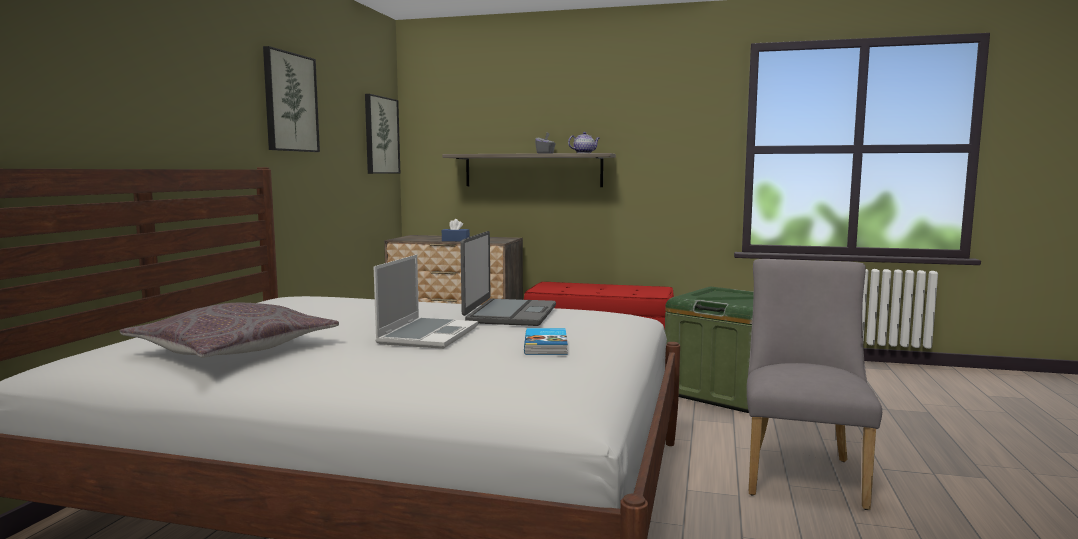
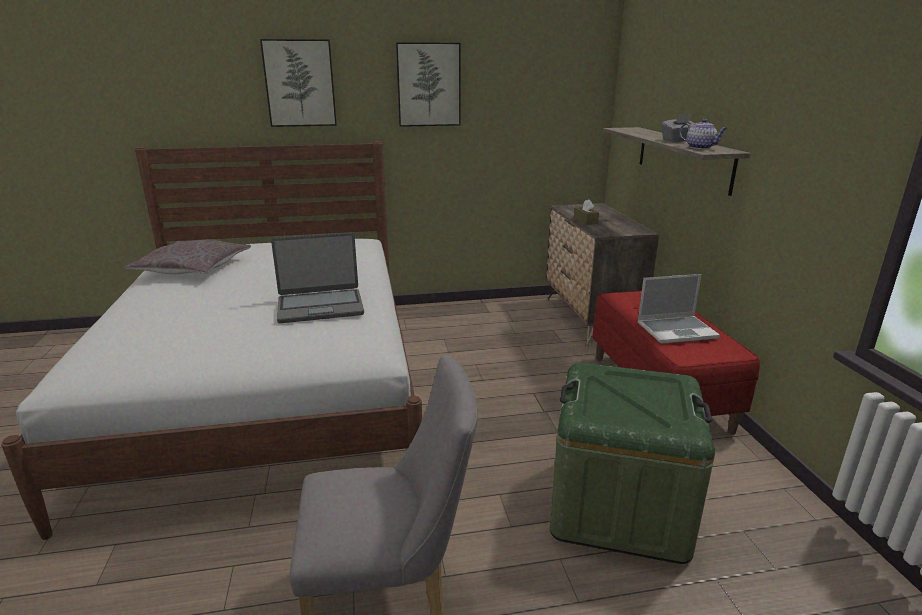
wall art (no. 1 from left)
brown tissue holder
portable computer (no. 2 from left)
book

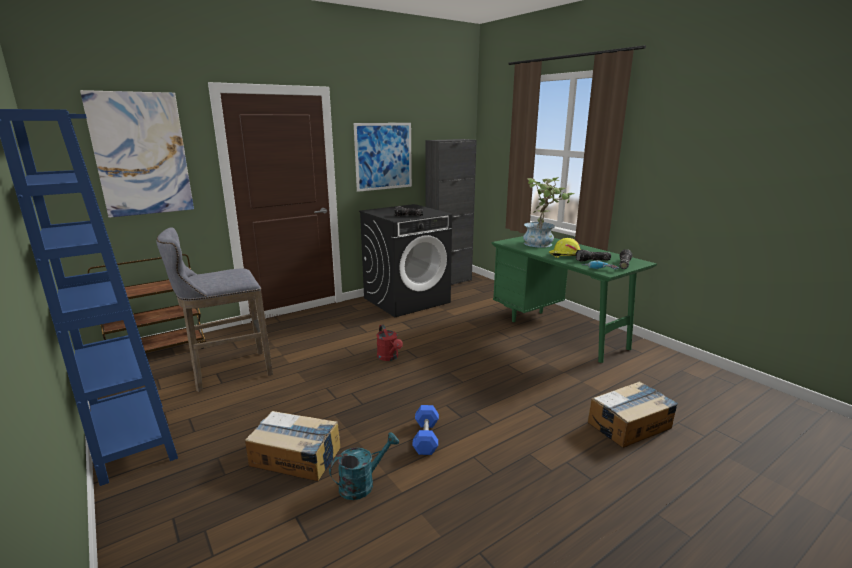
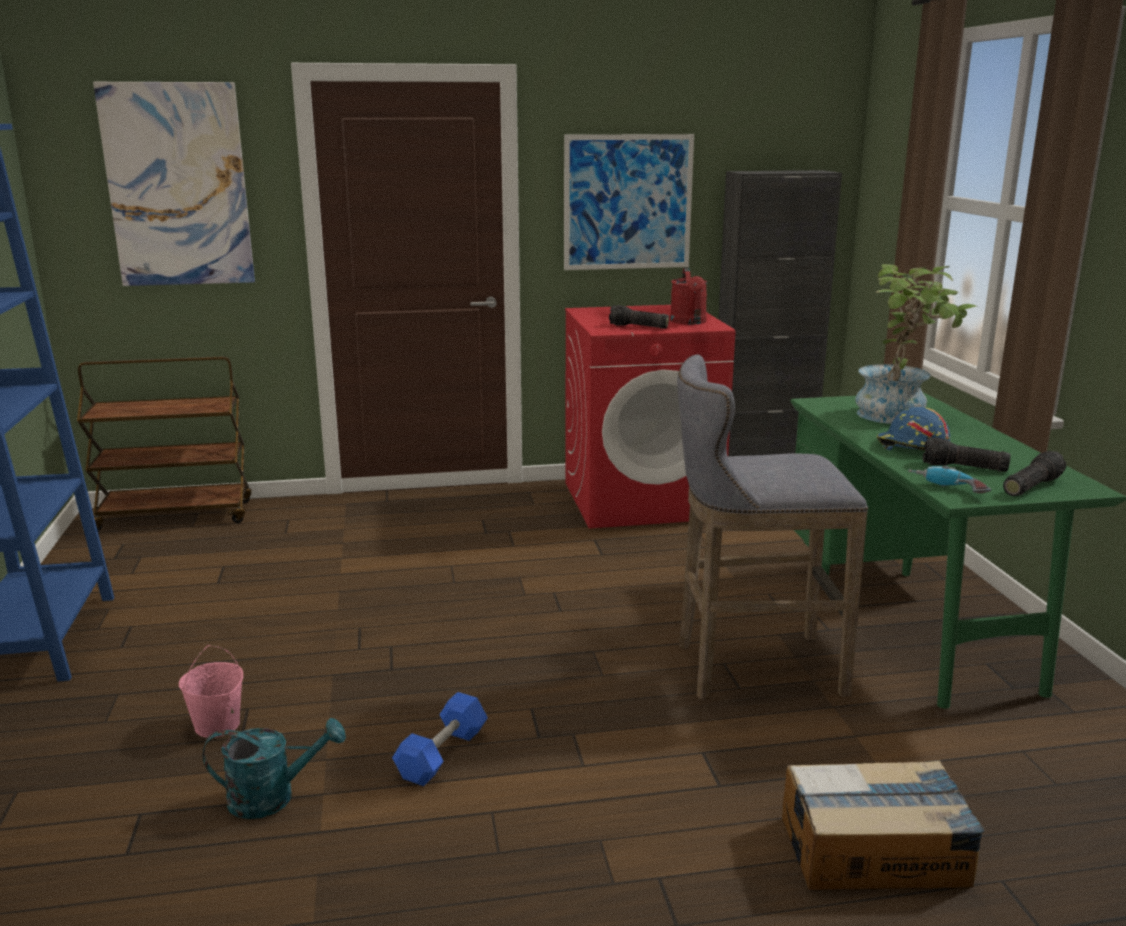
reddish washing machine
grey stool
blue-coloured work helmet
reddish watering pot
pink water bucket

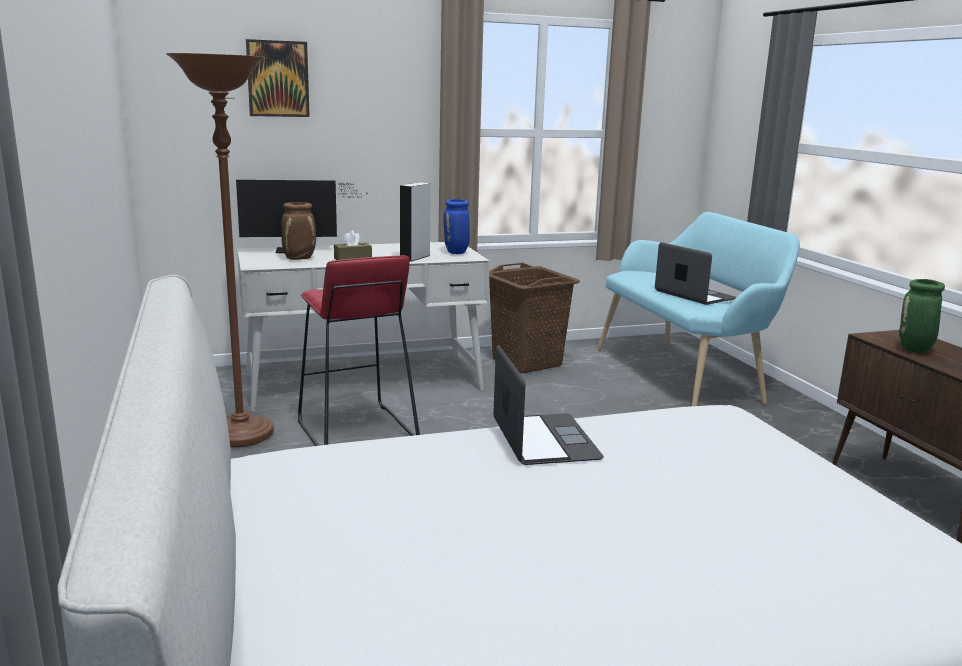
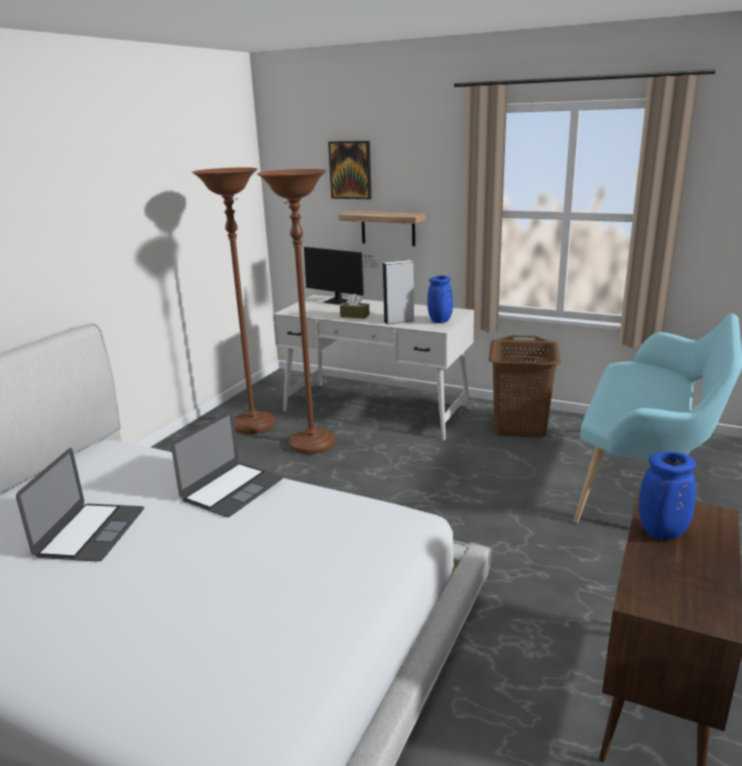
brown flower vase
portable computer (no. 1 from left)
brown floor lamp (no. 2 from left)
blue-coloured flower vase (no. 2 from left)
shelf

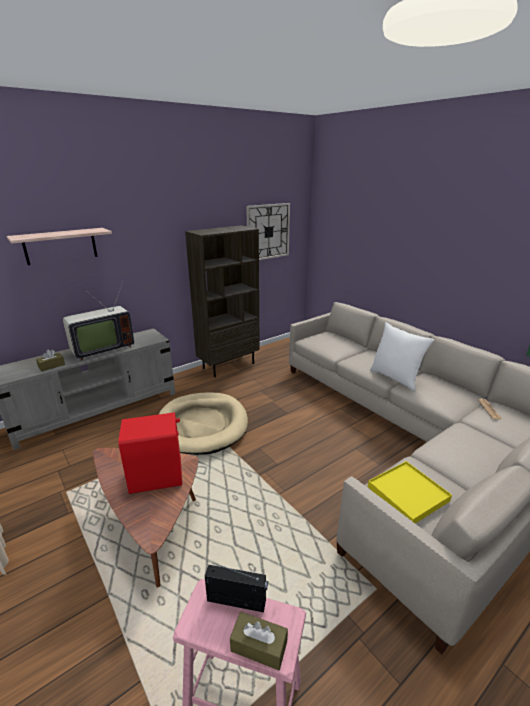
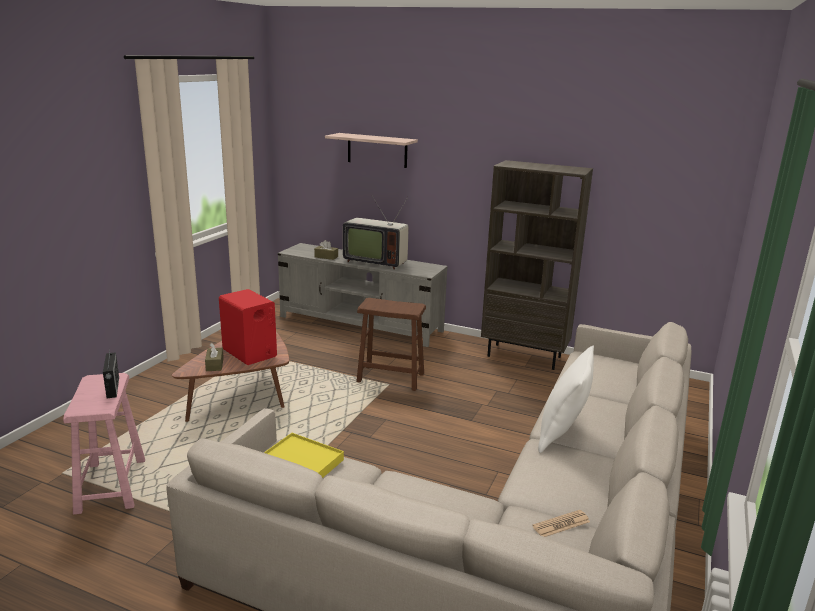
wall clock
brown stool
brown tissue holder (no. 1 from left)

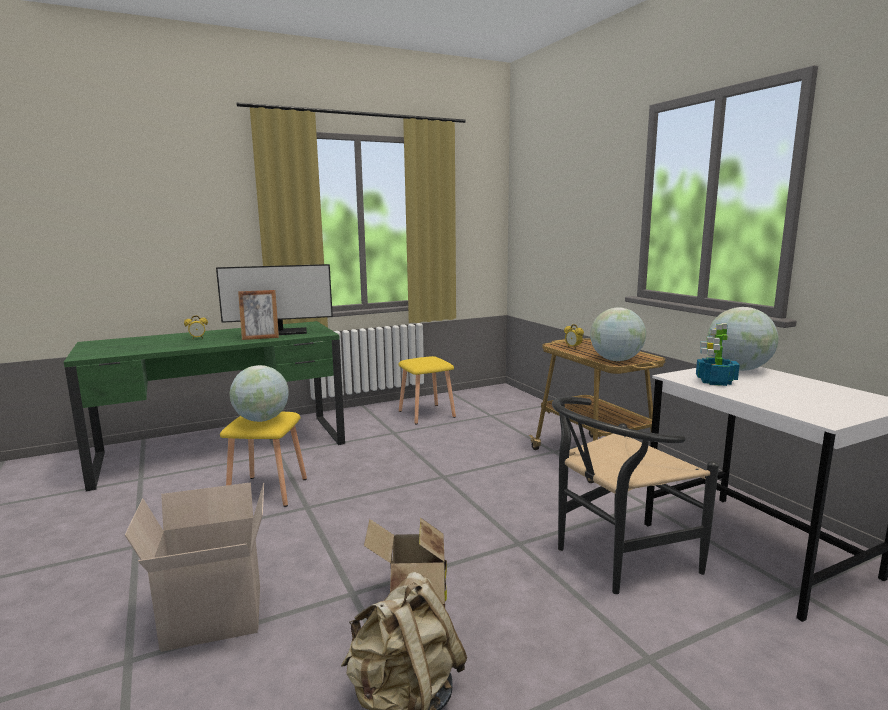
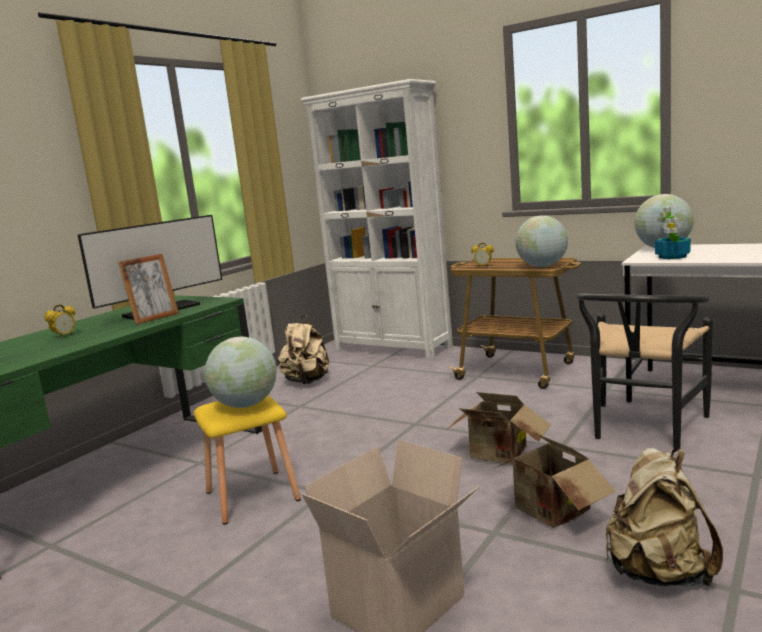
beige-coloured knapsack (no. 1 from left)
whitish bookshelf
carton (no. 2 from left)

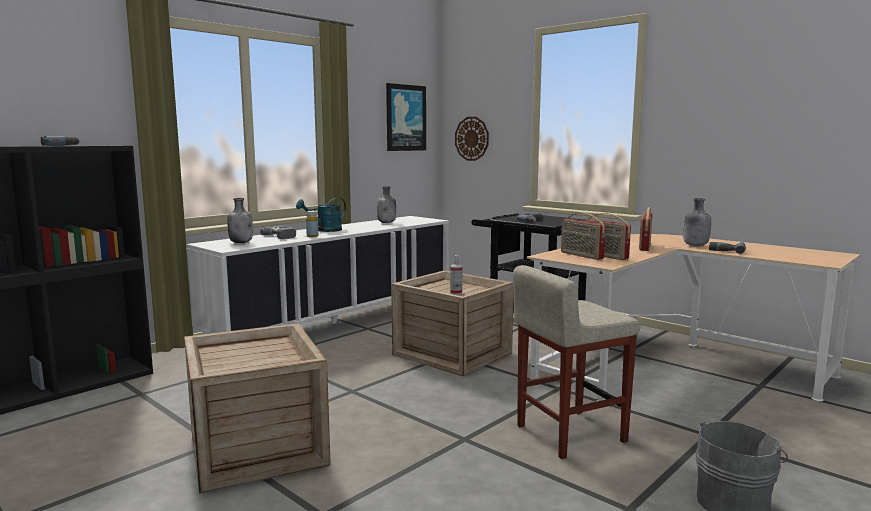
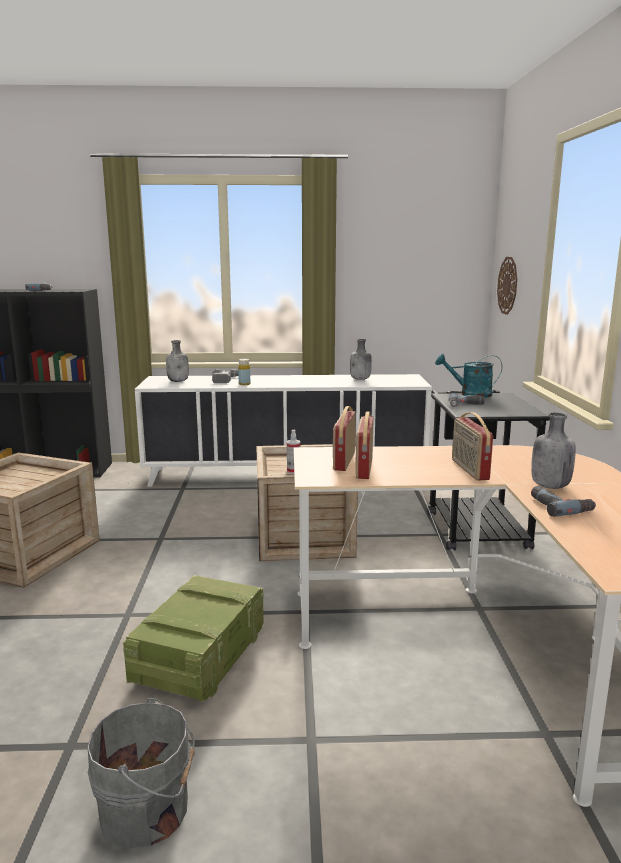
wall art
blue-green watering pot
radio set (no. 3 from left)
shipping crate (no. 2 from left)

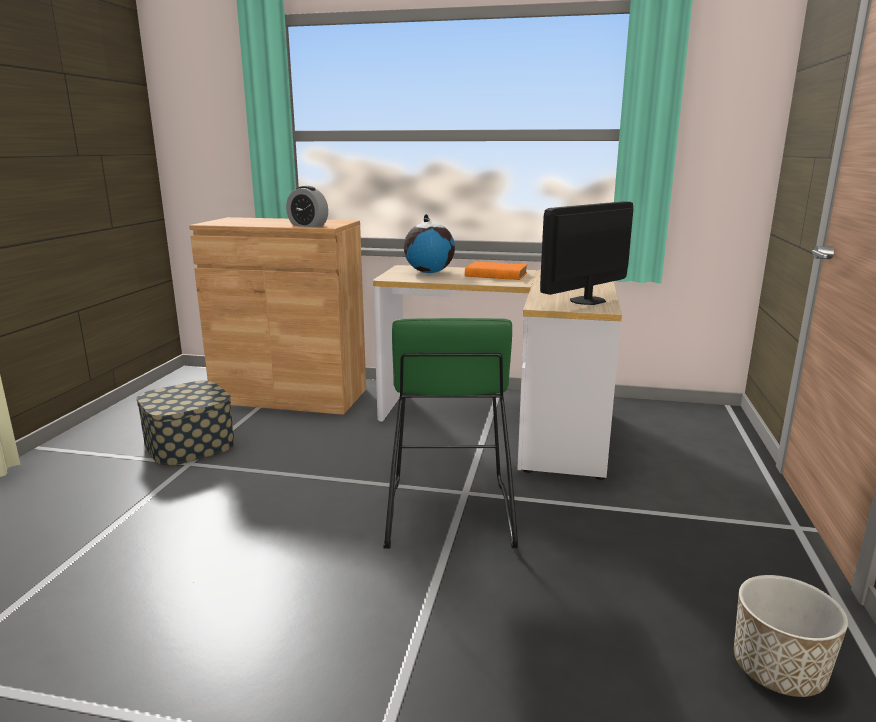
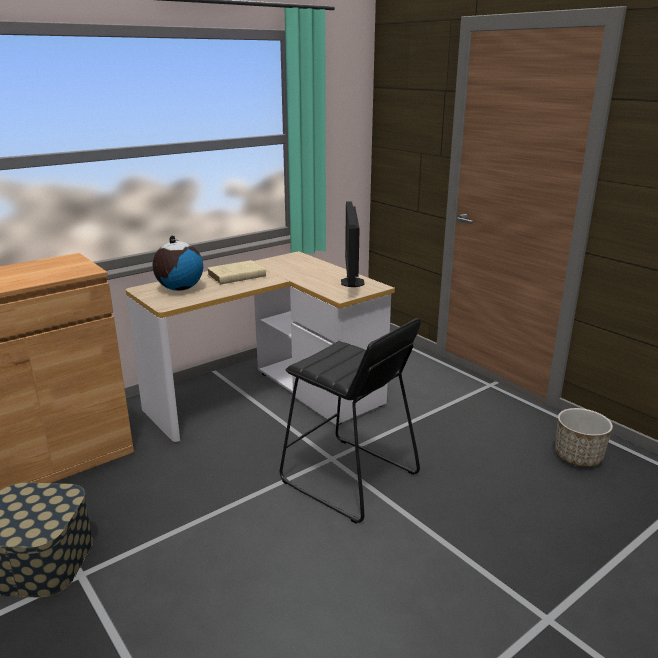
table clock
beige-coloured book
black-coloured stool

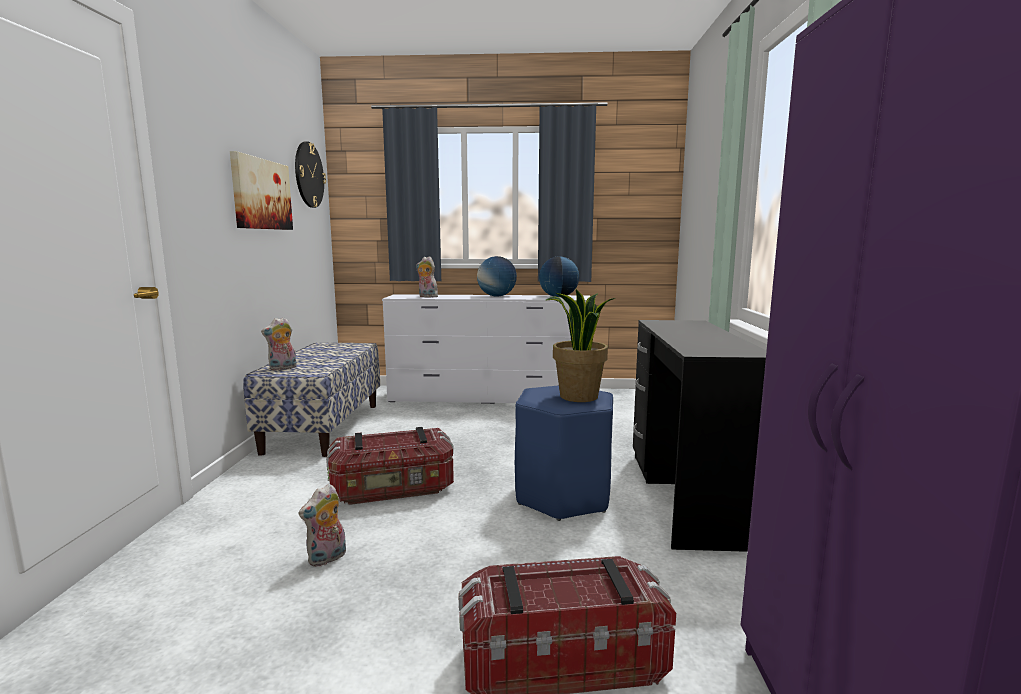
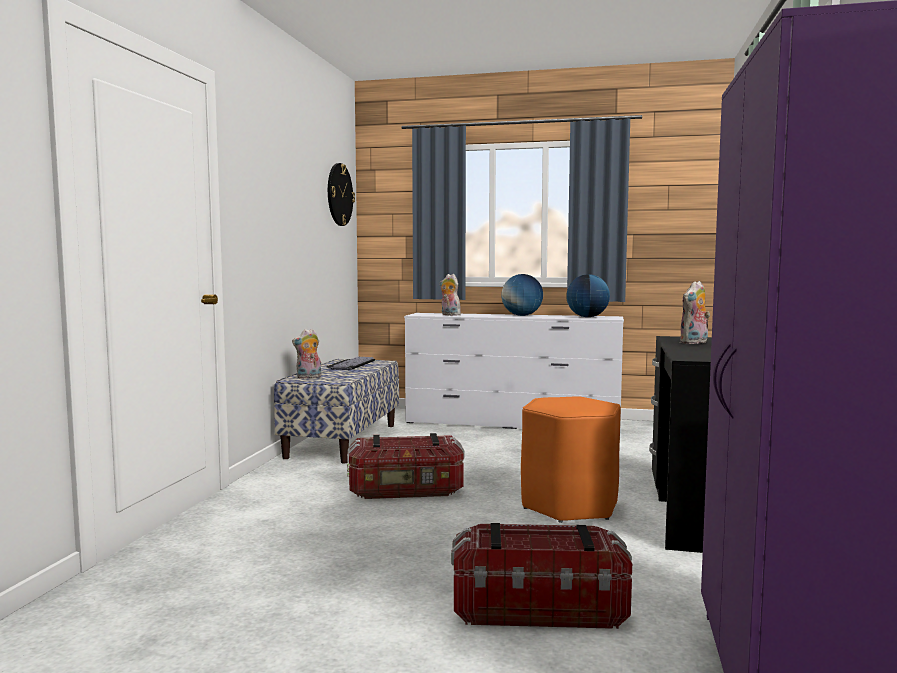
wall art
potted plant
orange stool
soft toy (no. 3 from left)
PC keyboard

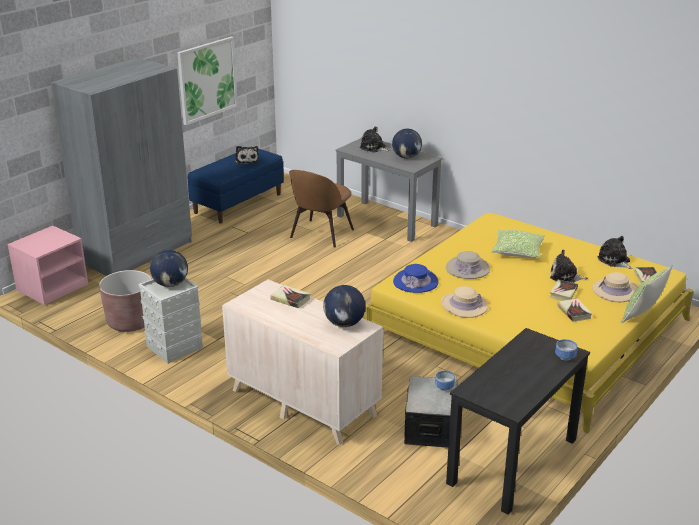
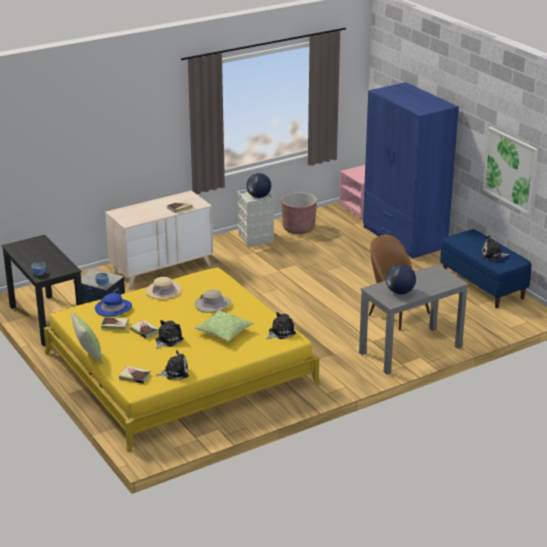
blue-coloured wardrobe
soft toy (no. 3 from left)
blue-coloured wearable hat
beige-coloured wearable hat (no. 3 from left in the first image)
globe (no. 2 from left in the first image)

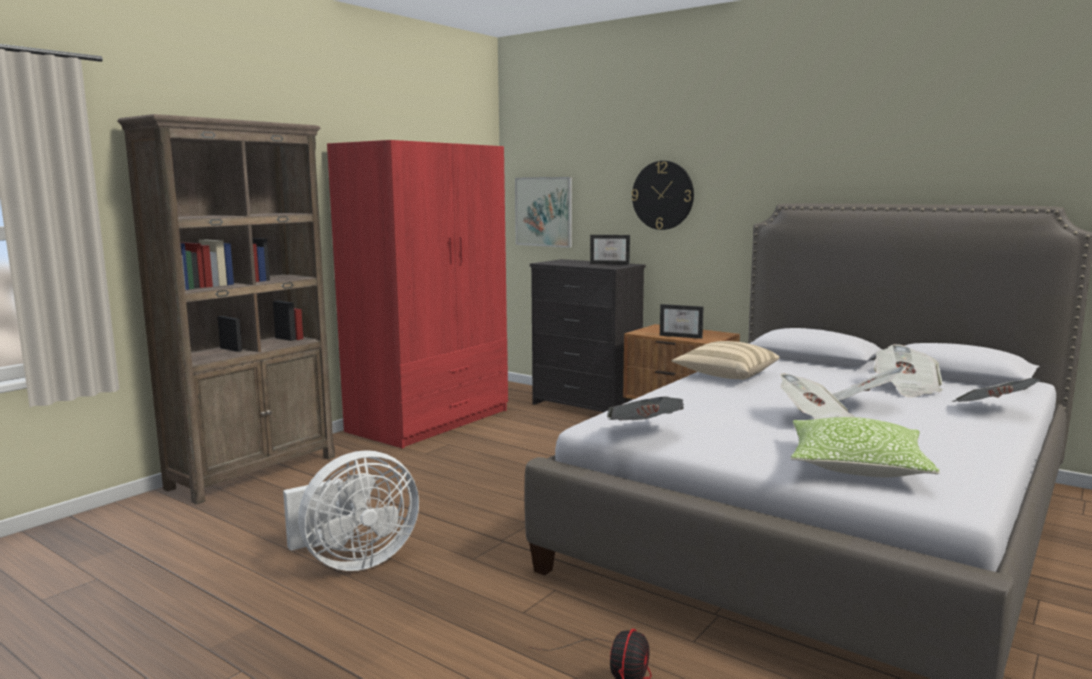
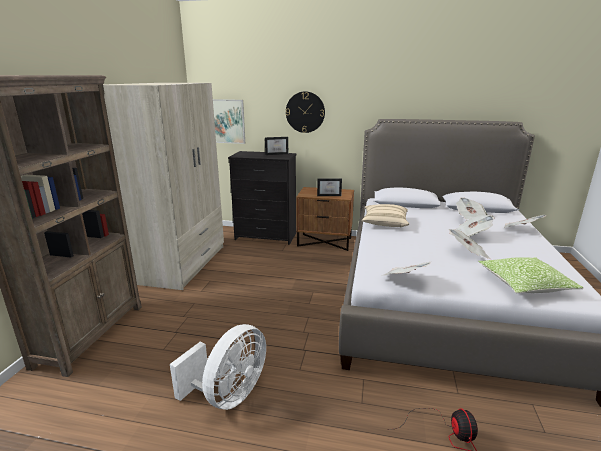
beige-coloured wardrobe

